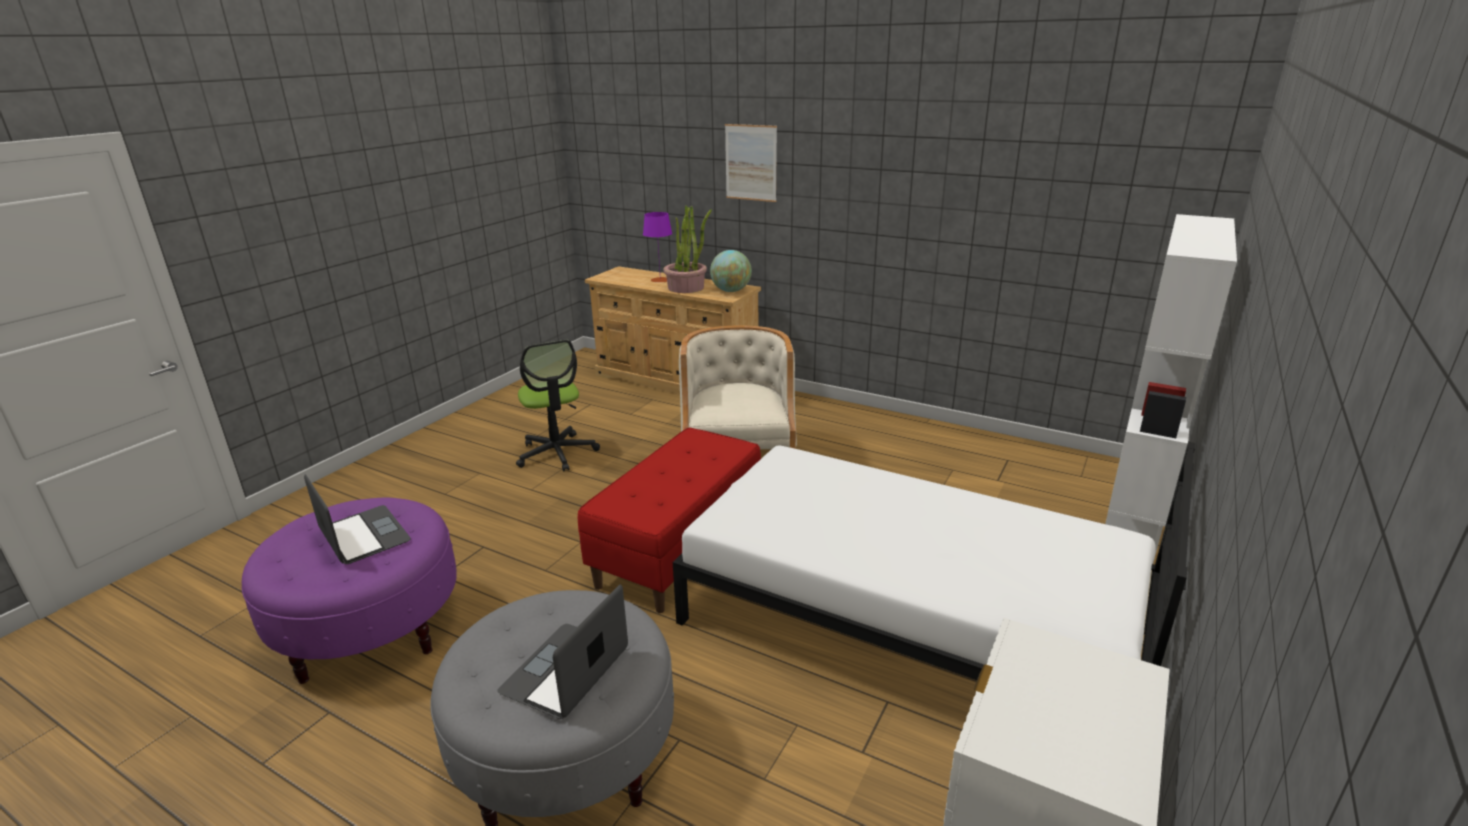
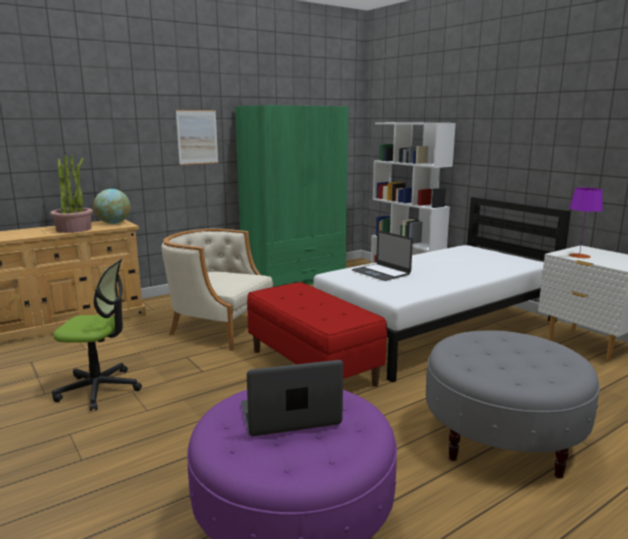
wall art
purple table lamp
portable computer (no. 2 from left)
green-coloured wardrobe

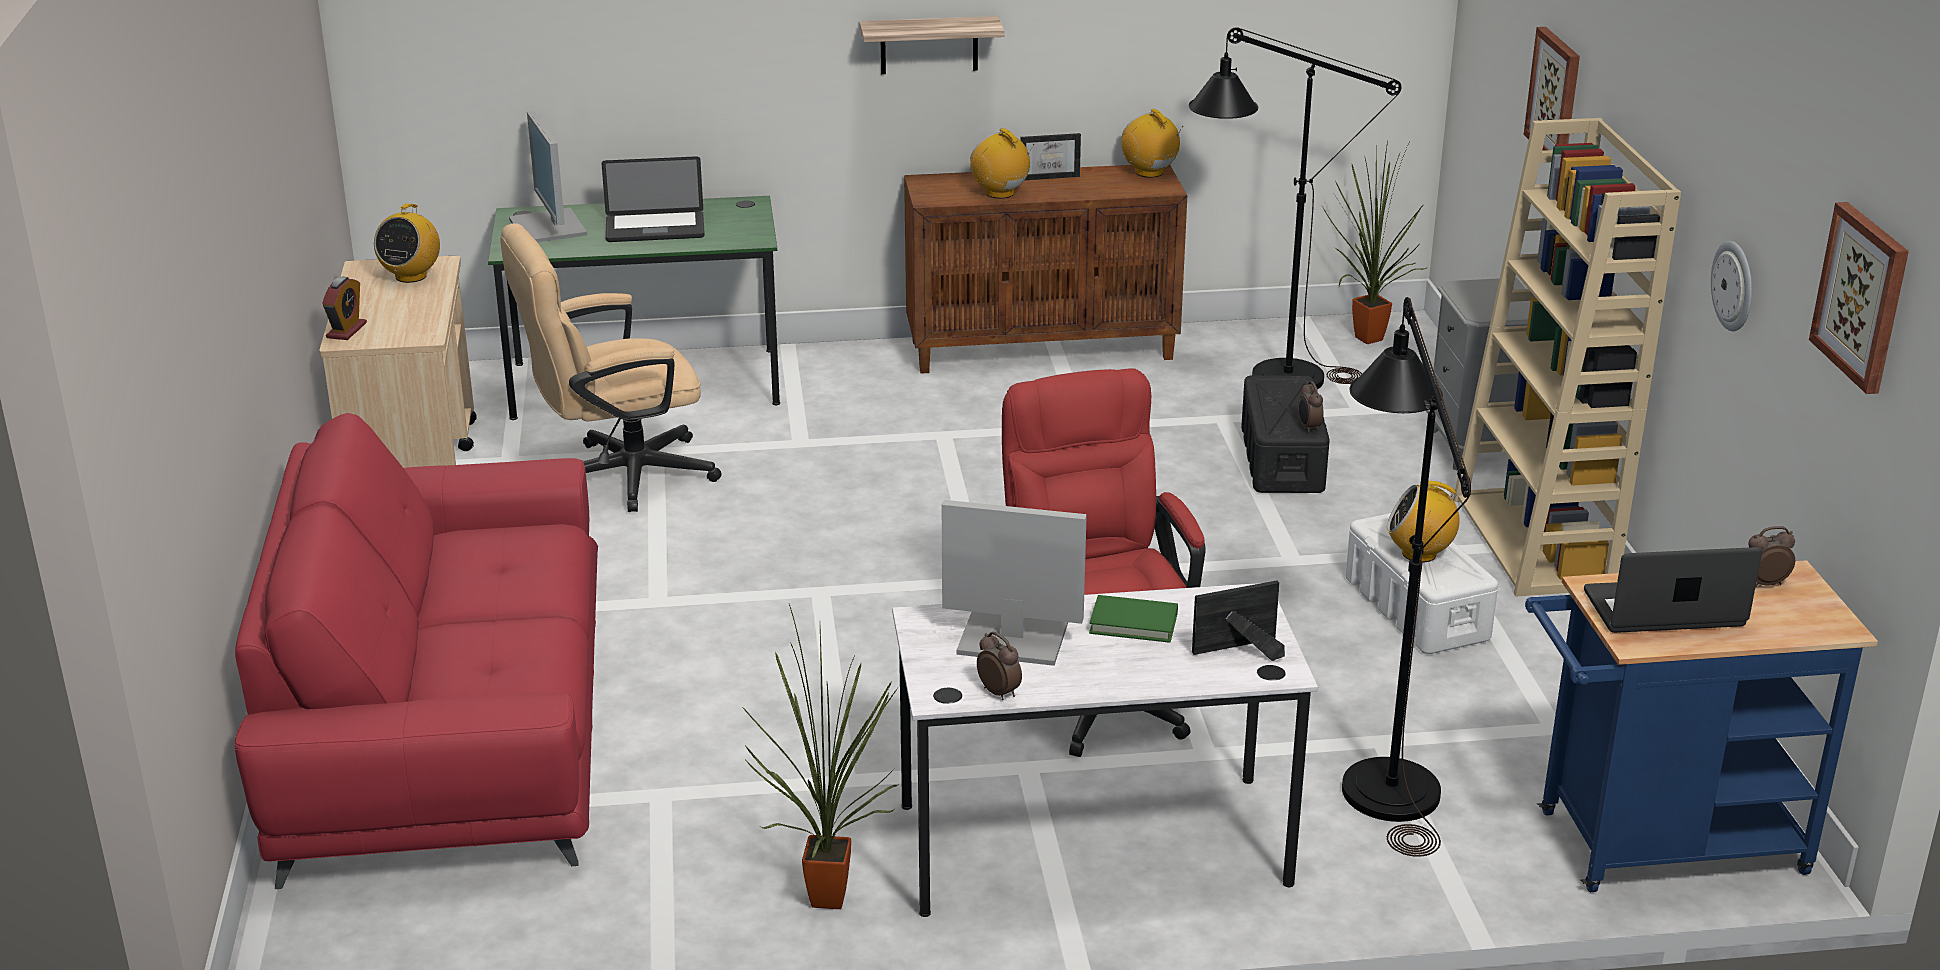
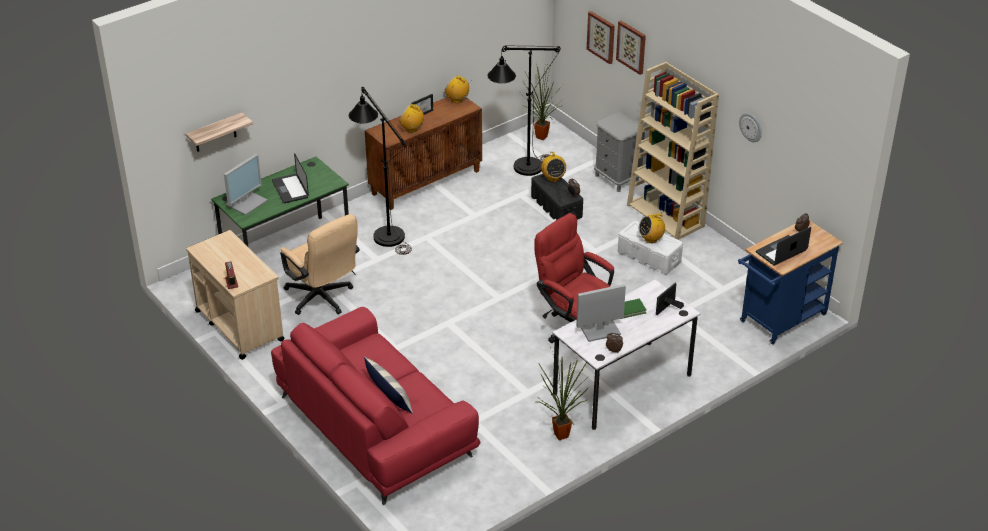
shelf
computer screen (no. 1 from left)
portable computer (no. 1 from left)
wall art (no. 1 from left)
radio set (no. 3 from left)
beige-coloured desk chair
black-coloured floor lamp (no. 1 from left)
pillow

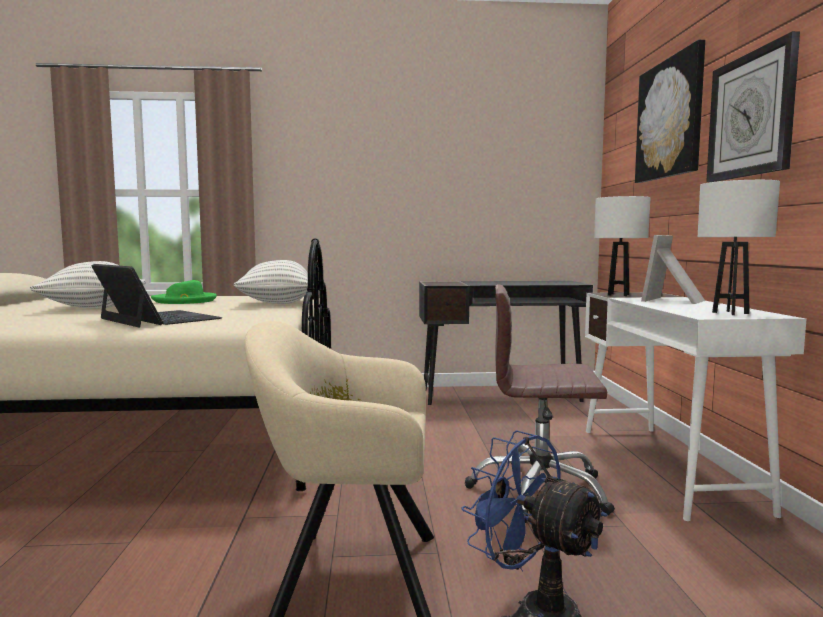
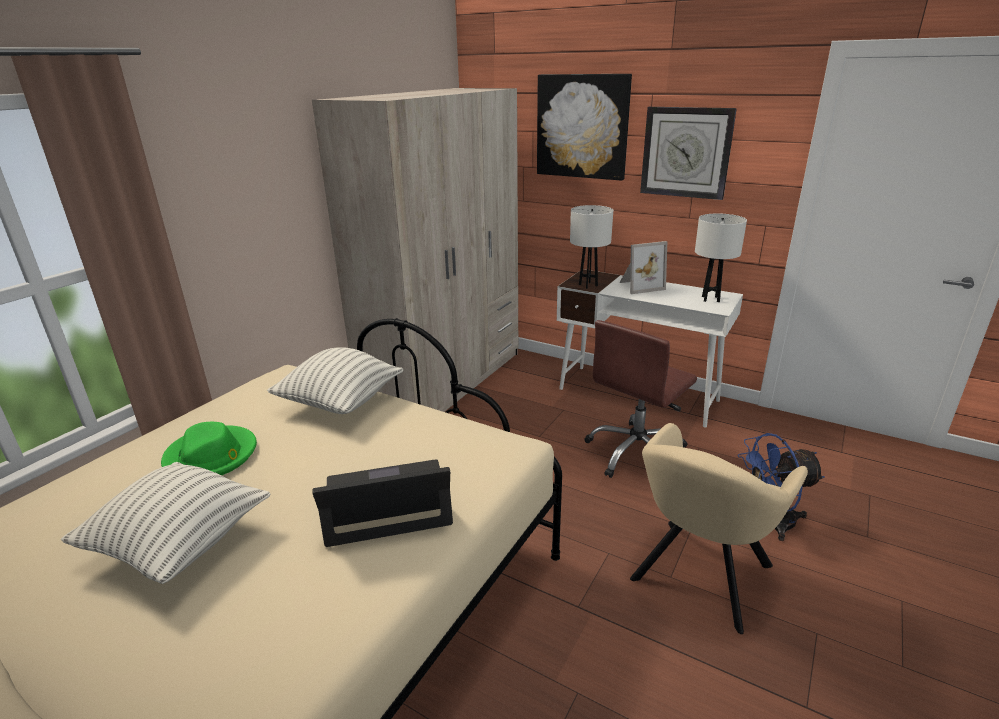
picture frame
beige-coloured wardrobe

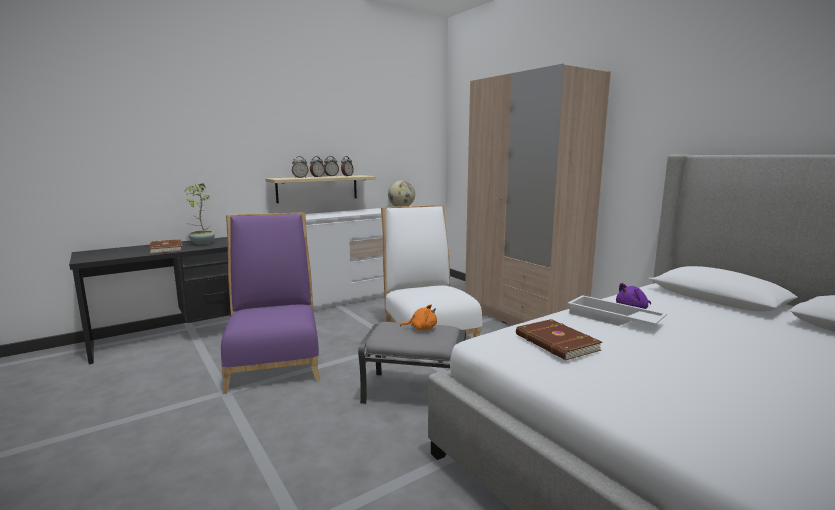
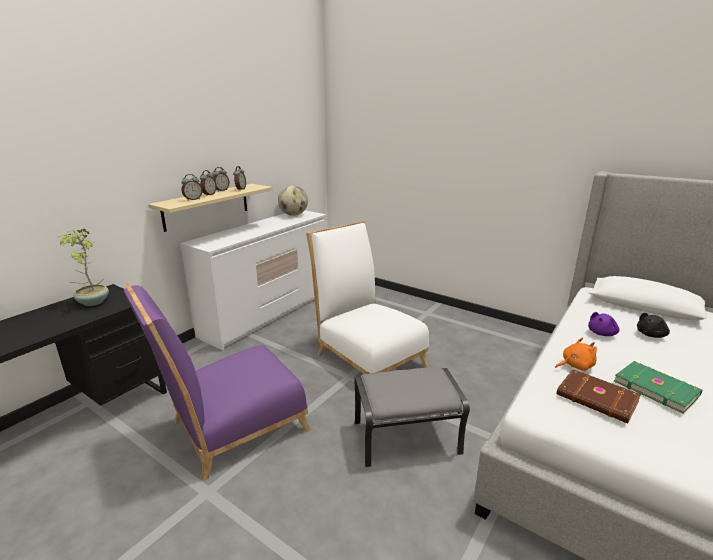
beige-coloured wardrobe
purple plain chair
brown book (no. 1 from left in the first image)
whitish serving tray
orange soft toy
black-coloured soft toy
green-coloured book

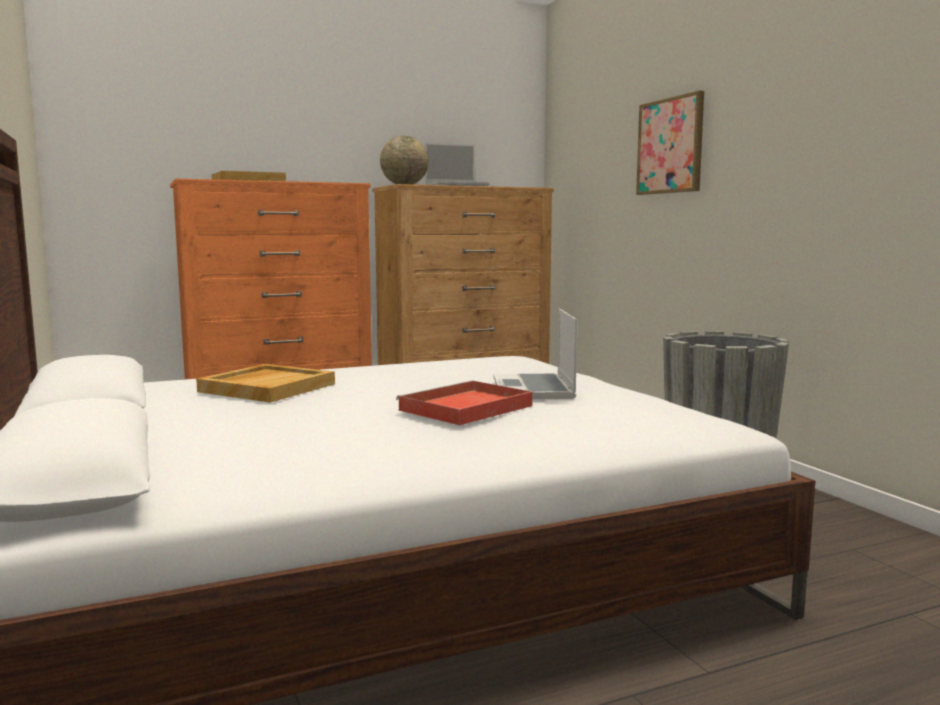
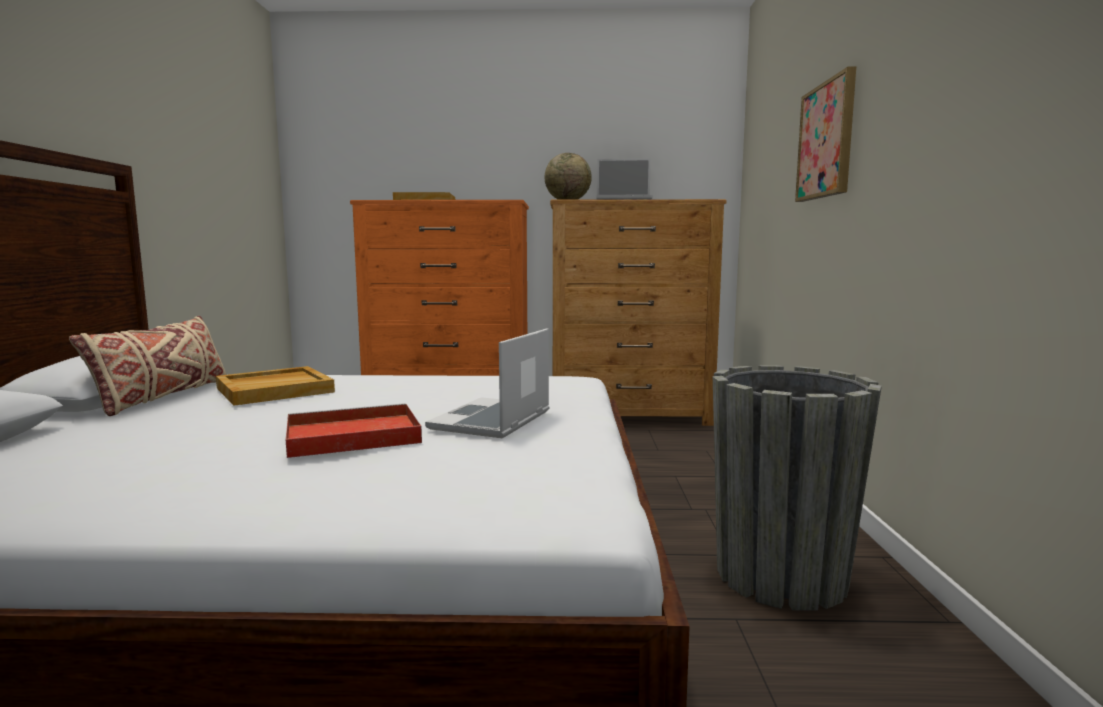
beige-coloured pillow

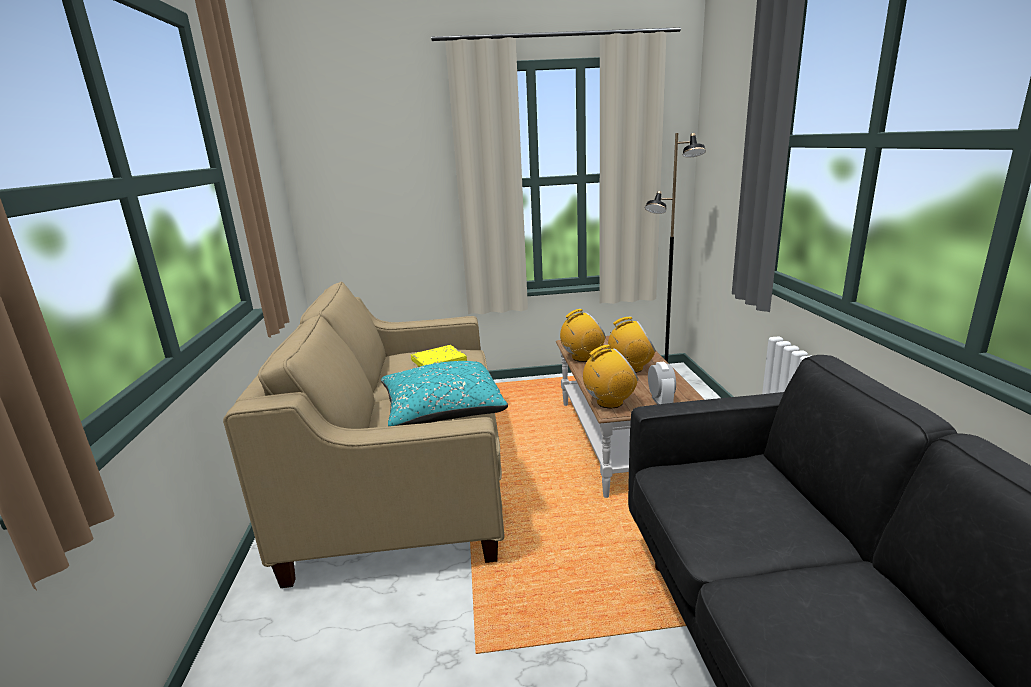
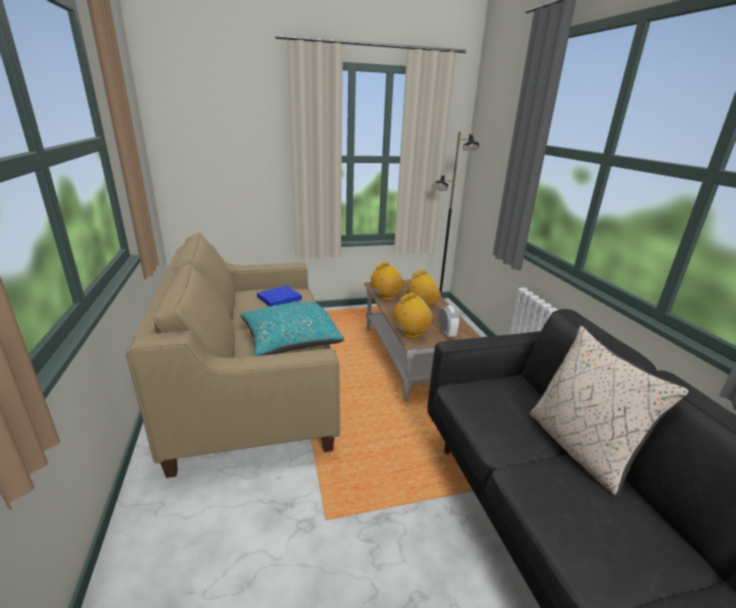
blue-coloured book
beige-coloured pillow

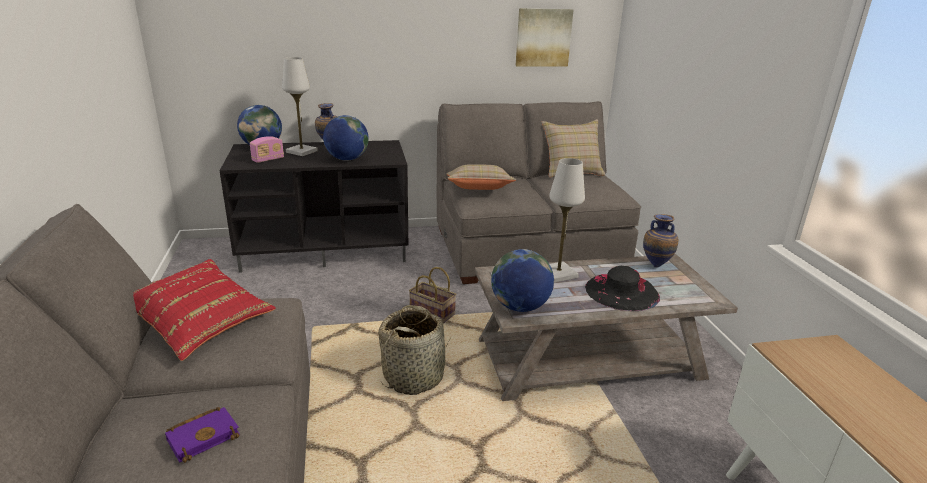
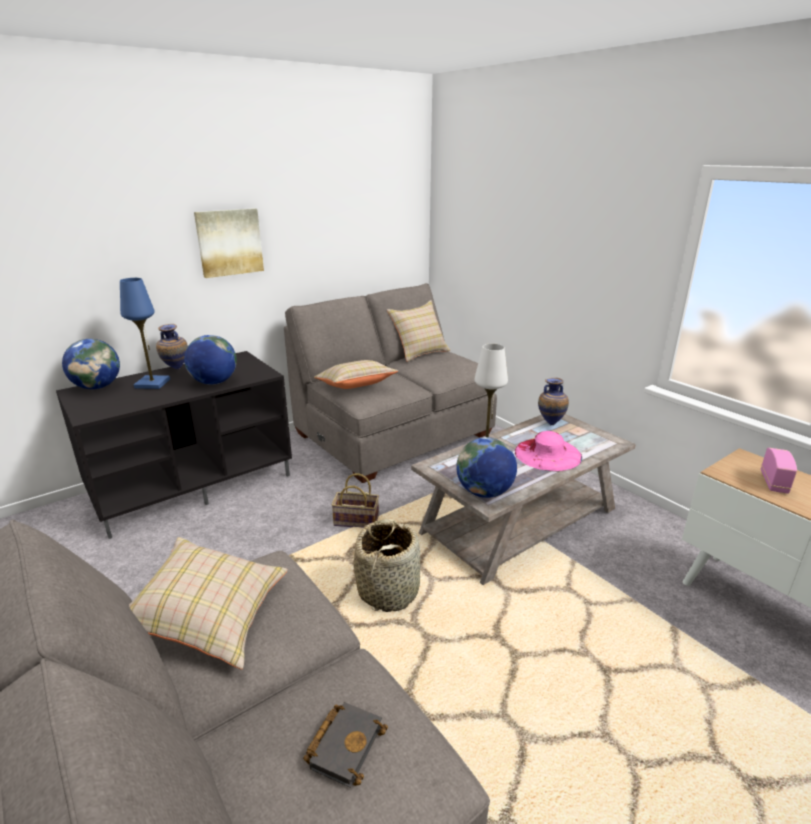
wall art
blue-coloured table lamp
radio set
beige-coloured pillow (no. 1 from left)
pink wearable hat
black-coloured book

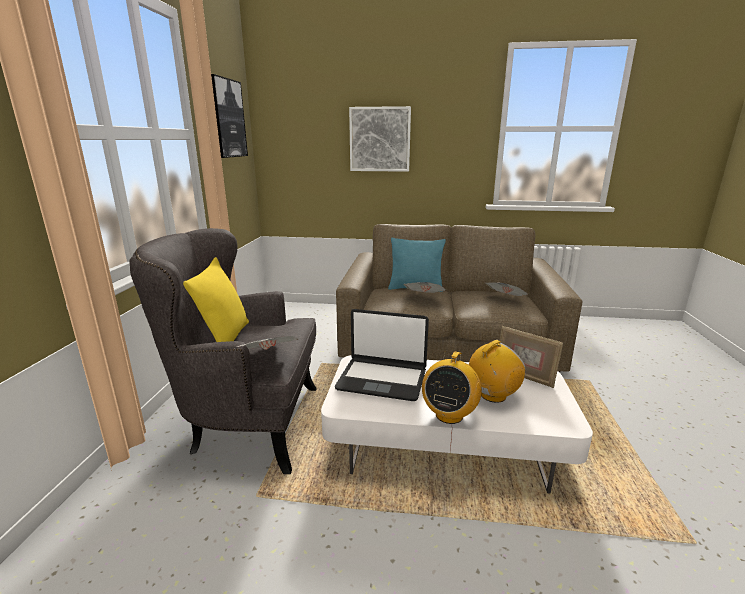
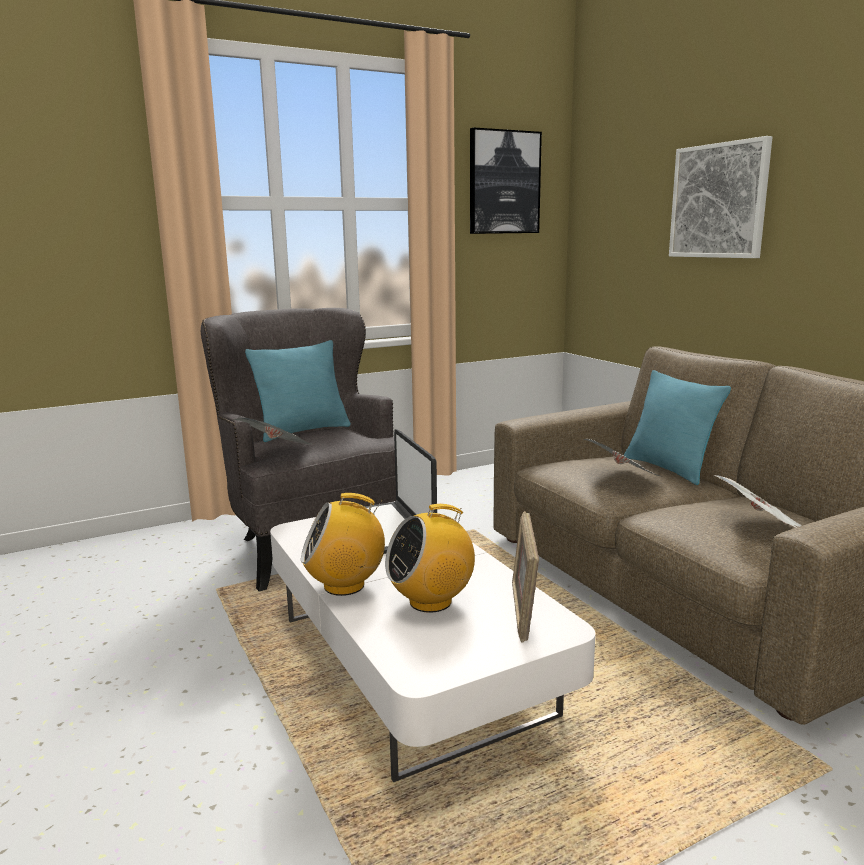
blue-green pillow (no. 1 from left)
radio set (no. 2 from left)

